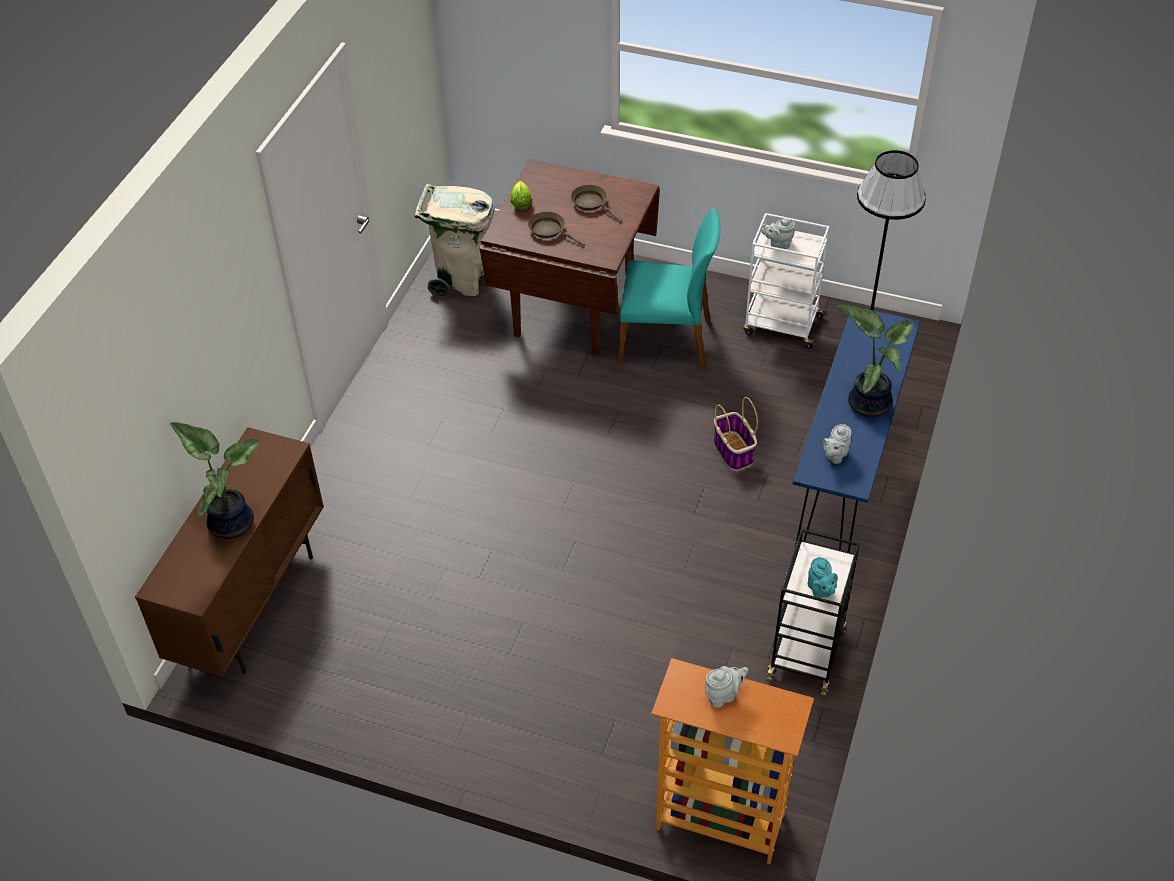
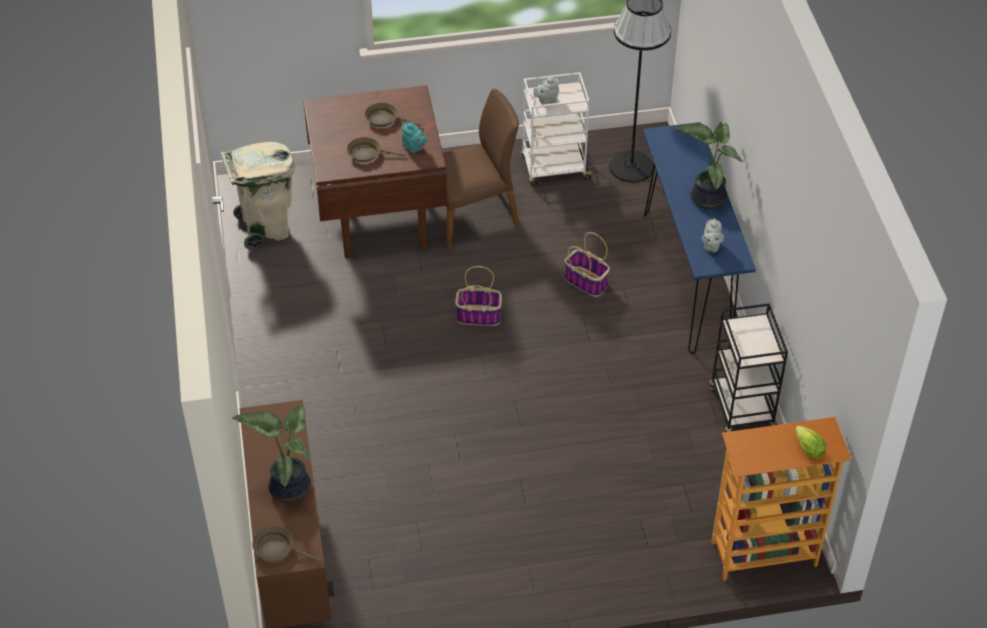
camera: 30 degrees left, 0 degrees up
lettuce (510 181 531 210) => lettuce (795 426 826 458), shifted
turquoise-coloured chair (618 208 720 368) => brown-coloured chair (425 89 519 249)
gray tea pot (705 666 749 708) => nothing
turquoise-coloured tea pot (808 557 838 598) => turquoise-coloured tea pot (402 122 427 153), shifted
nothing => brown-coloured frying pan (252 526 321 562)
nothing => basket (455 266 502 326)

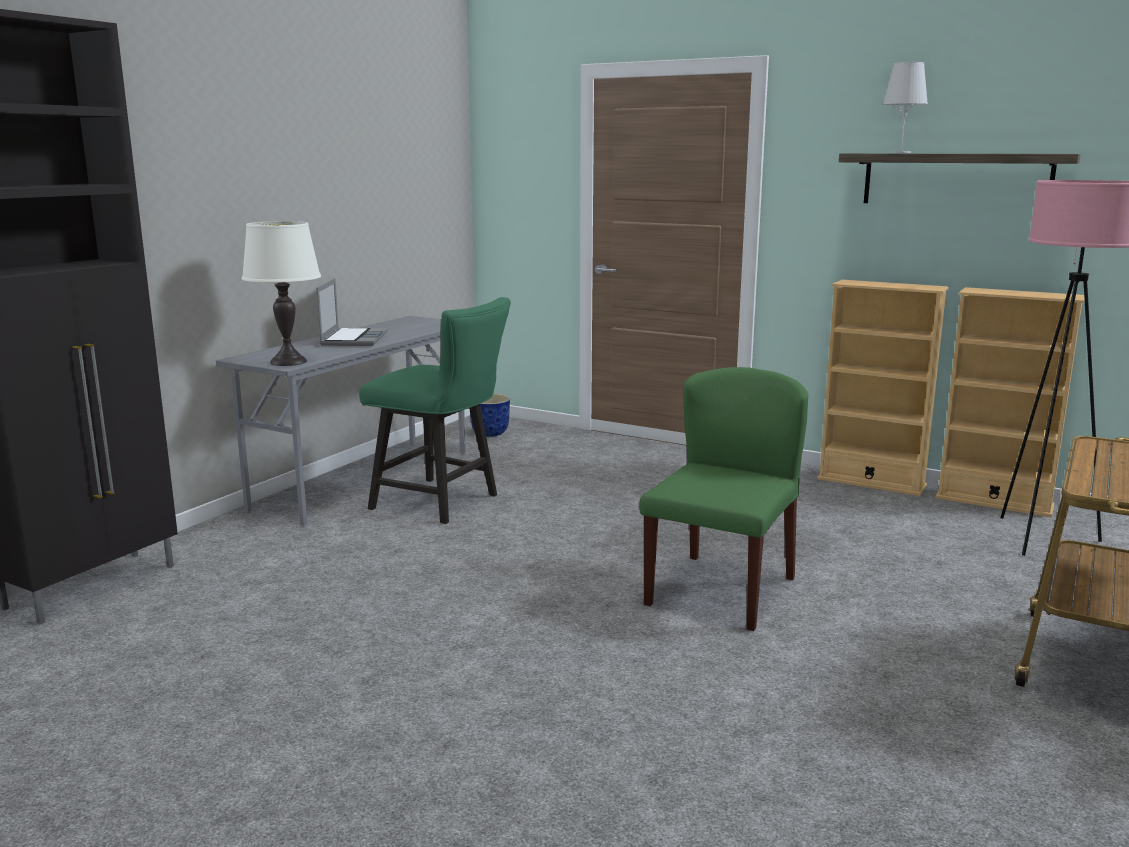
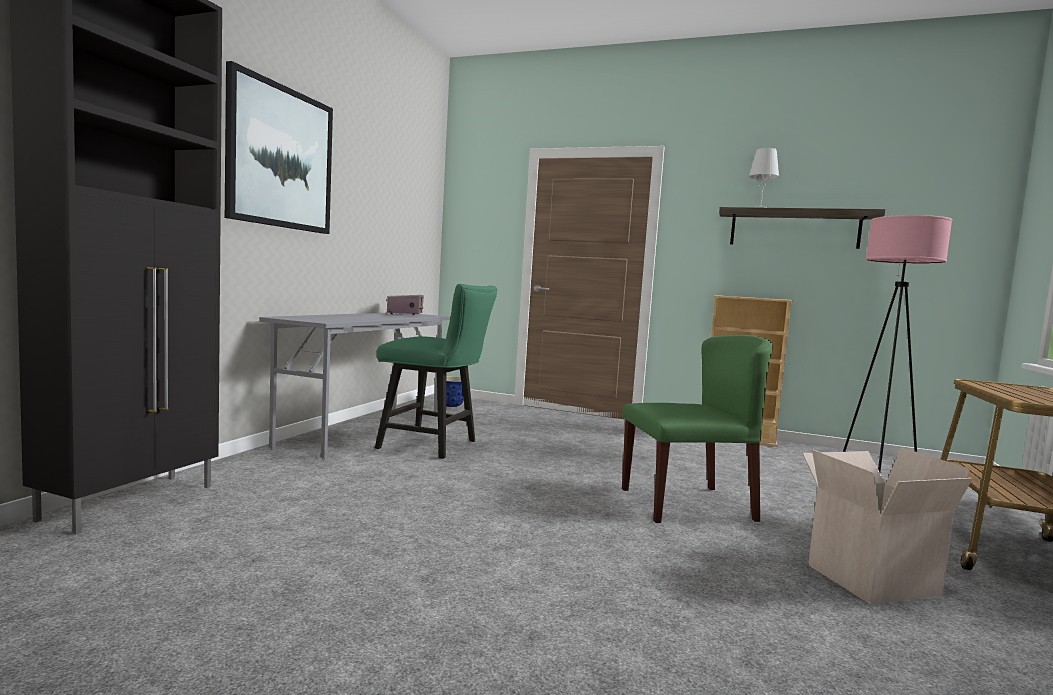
camera: 10 degrees left, 10 degrees down
white lamp for a table (242 221 321 366) => nothing
portable computer (316 278 388 346) => nothing
green-coloured chair (639 367 808 631) => green-coloured chair (622 335 773 523), 60 degrees clockwise
beige bookcase (936 287 1085 517) => nothing
nothing => wall art (225 61 333 234)
nothing => radio (387 295 424 315)
nothing => packing box (802 447 973 605)

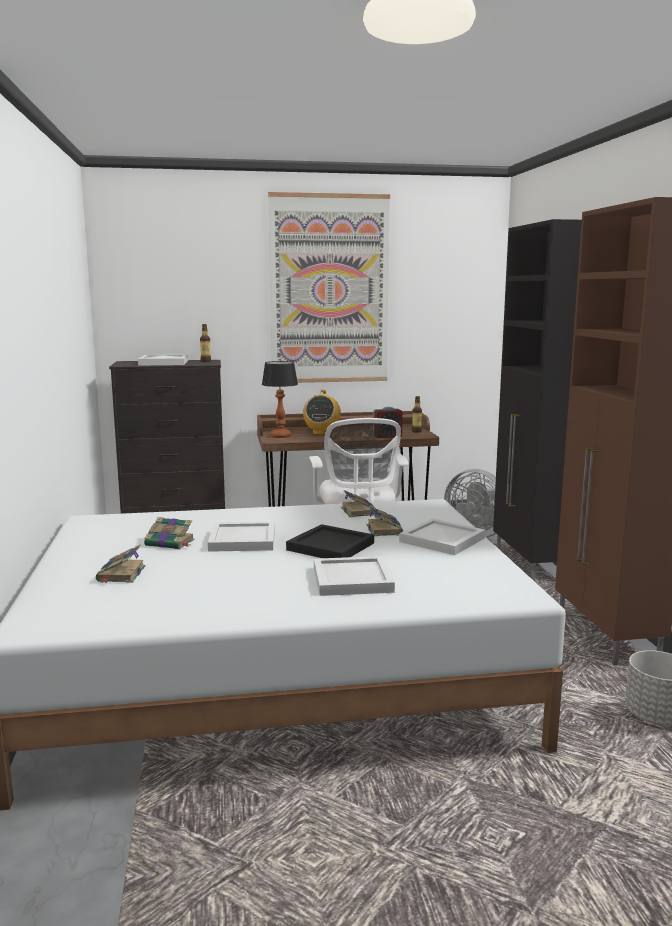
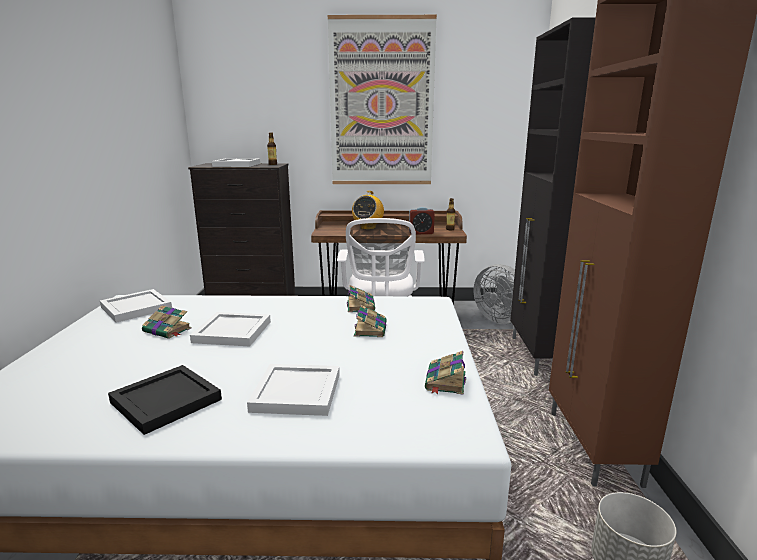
camera: 10 degrees right, 5 degrees up
bound book (96 544 146 583) => bound book (425 351 466 395), shifted
lamp for a table (262 361 298 438) => nothing
blackish tray (286 524 374 558) => blackish tray (108 365 222 435), shifted
white tray (399 518 485 555) => white tray (100 289 172 323), shifted

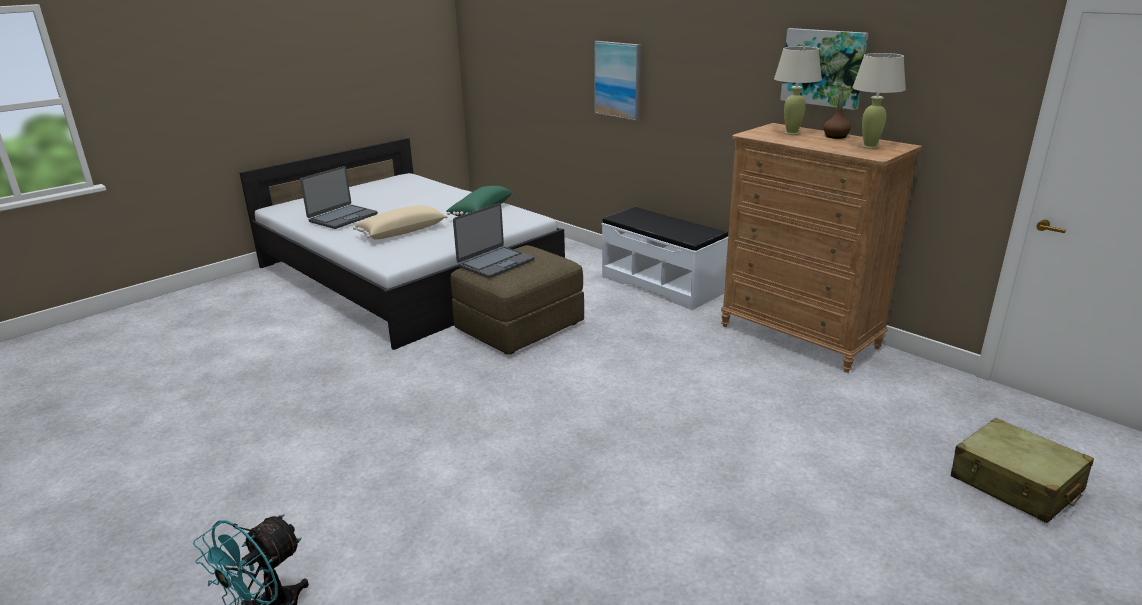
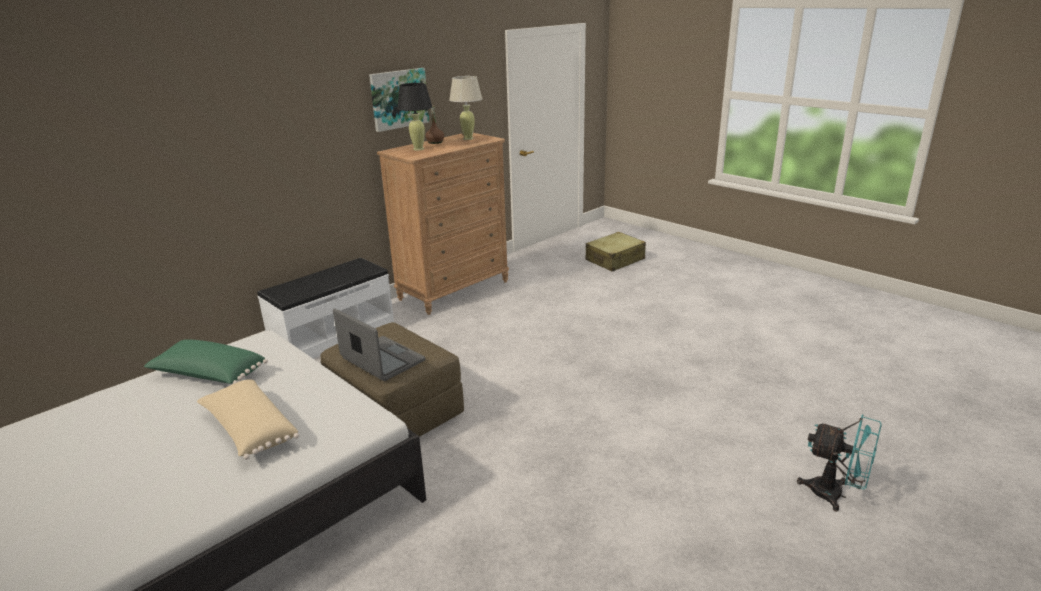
camera: 90 degrees left, 0 degrees up
portable computer (300 166 378 229) => nothing
wall art (594 41 641 121) => nothing
beige lamp for a table (774 46 822 135) => blackish lamp for a table (397 83 432 150)

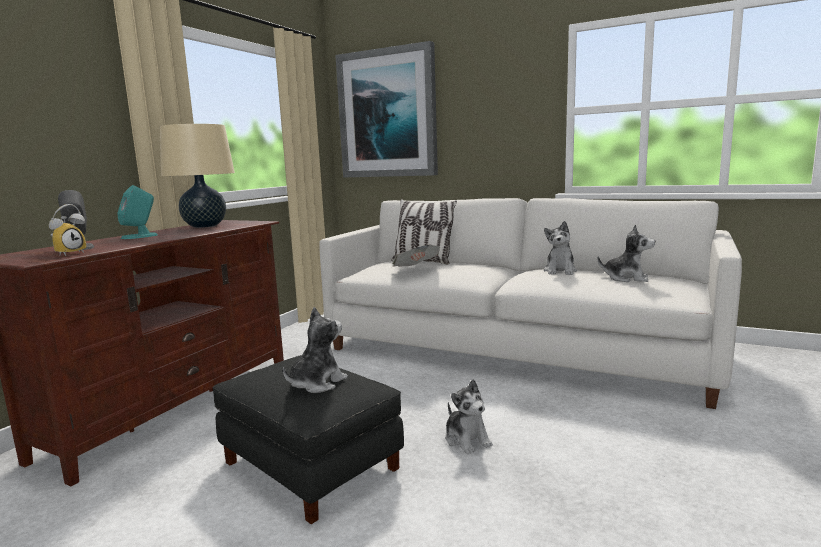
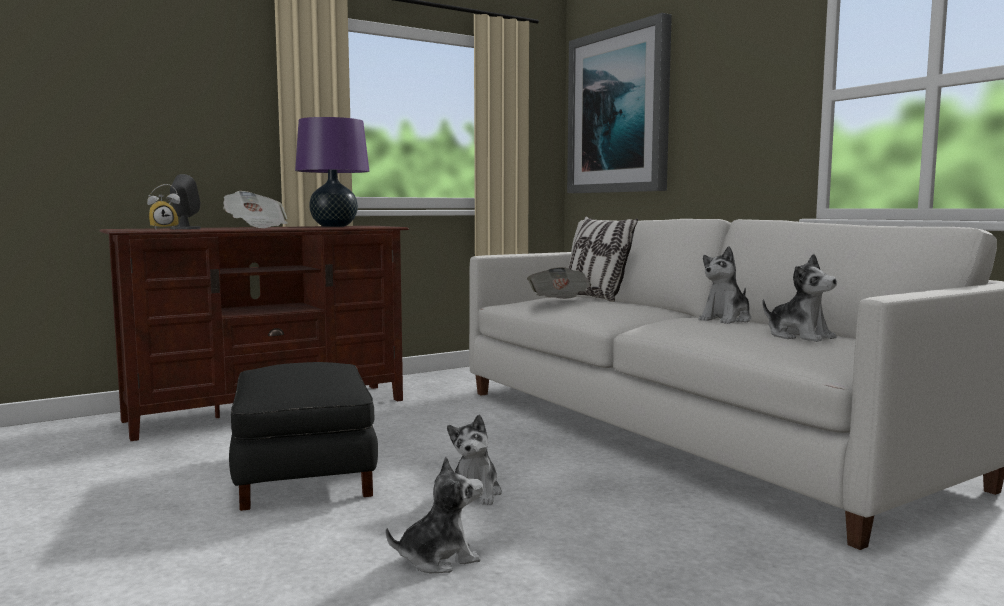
camera: 30 degrees right, 5 degrees down
turquoise-coloured speaker (117 185 158 239) => newspaper (223 191 288 228)
beige lamp for a table (160 124 235 228) => purple lamp for a table (295 117 370 227)
cuddly toy (283 307 348 393) => cuddly toy (386 457 483 573), shifted

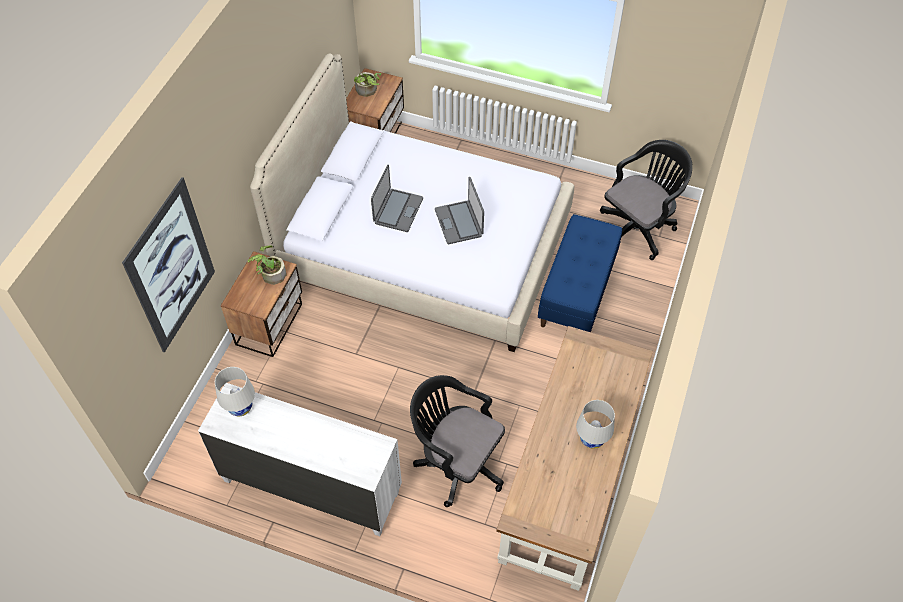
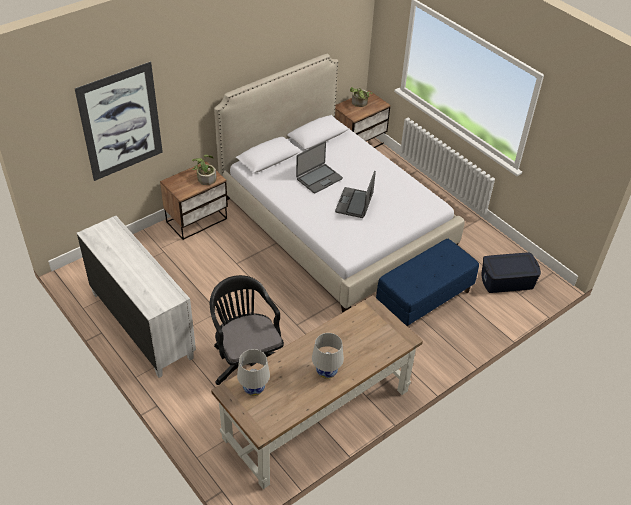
camera: 30 degrees right, 10 degrees down
white lamp for a table (215 367 255 416) => white lamp for a table (237 349 270 396), shifted
blackish desk chair (600 140 692 260) => bluish storage container (481 253 541 293)

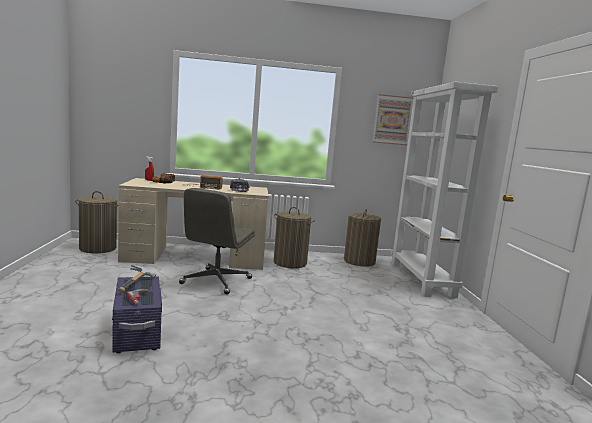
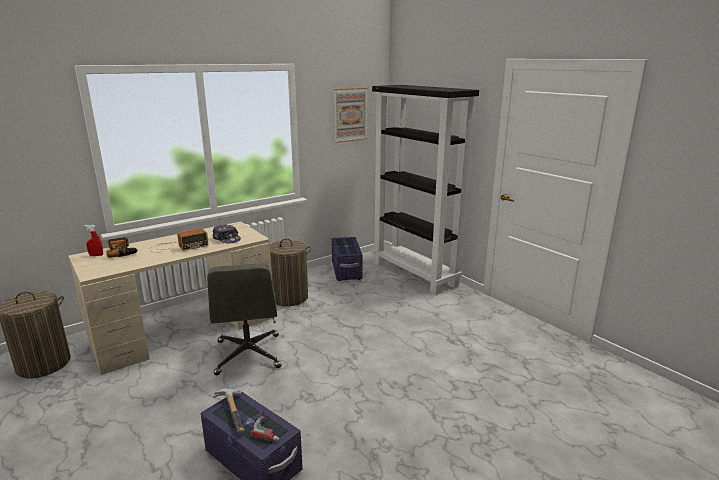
camera: 30 degrees left, 10 degrees up
washing basket (344 209 381 267) => purple storage container (331 237 363 281)
white bookcase (391 82 498 298) => blackish bookcase (372 85 479 295)

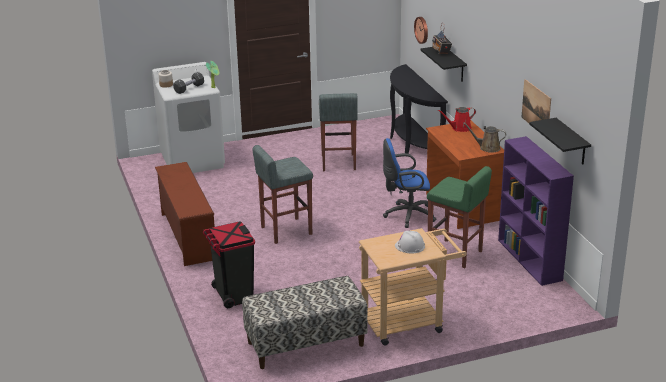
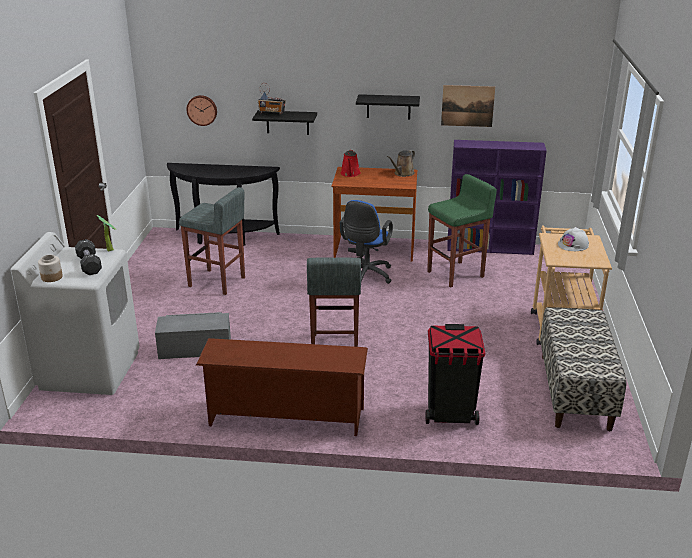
camera: 65 degrees left, 0 degrees up
blackish bracket shelf (529 118 591 164) => blackish bracket shelf (356 94 420 119), shifted
nothing => gray storage container (155 312 231 359)

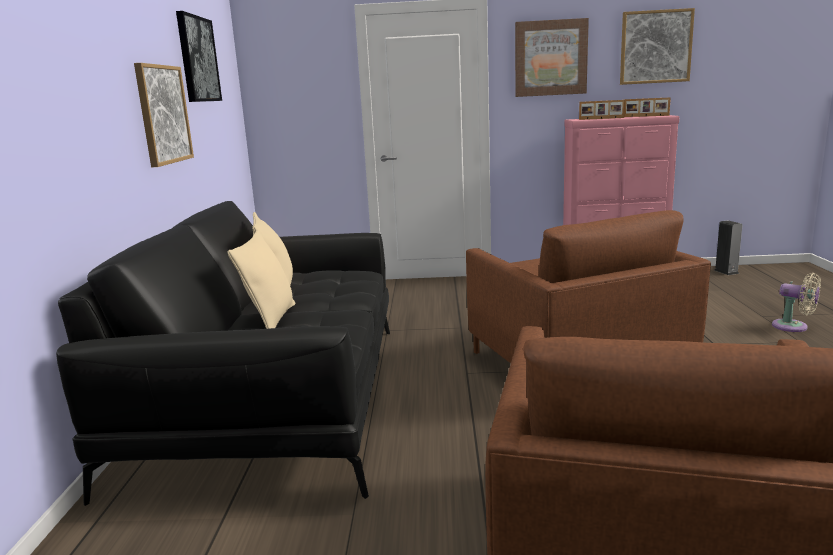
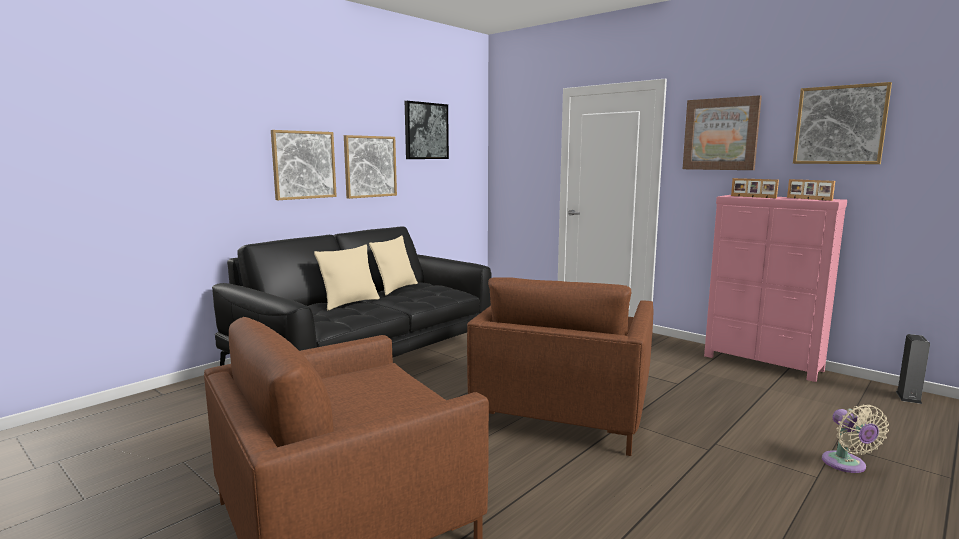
camera: 40 degrees right, 5 degrees down
nothing => wall art (271 130 337 200)

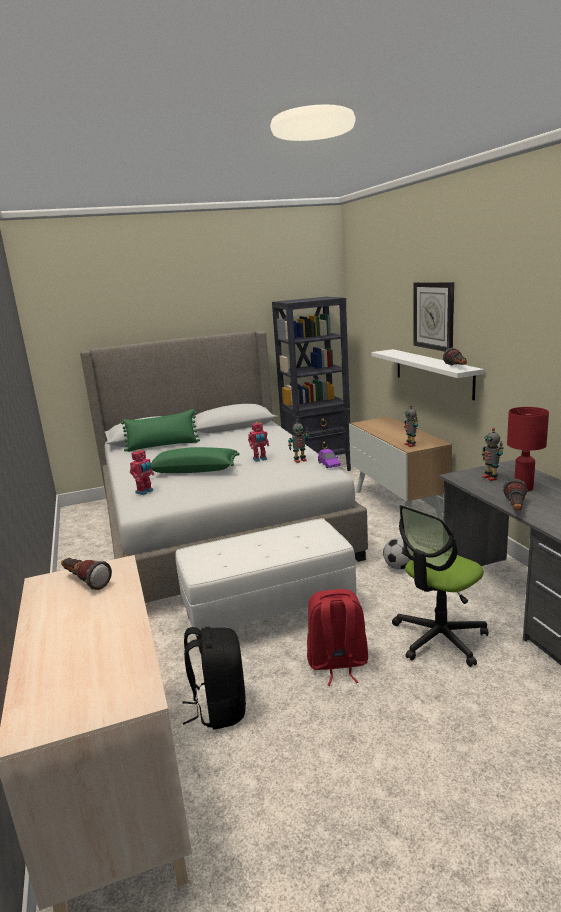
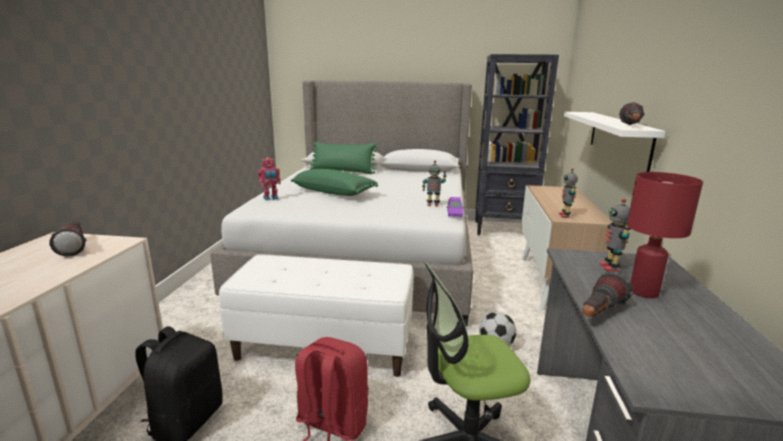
camera: 25 degrees right, 0 degrees up
robot figure (248 422 269 462) => nothing
wall clock (413 282 454 352) => nothing

